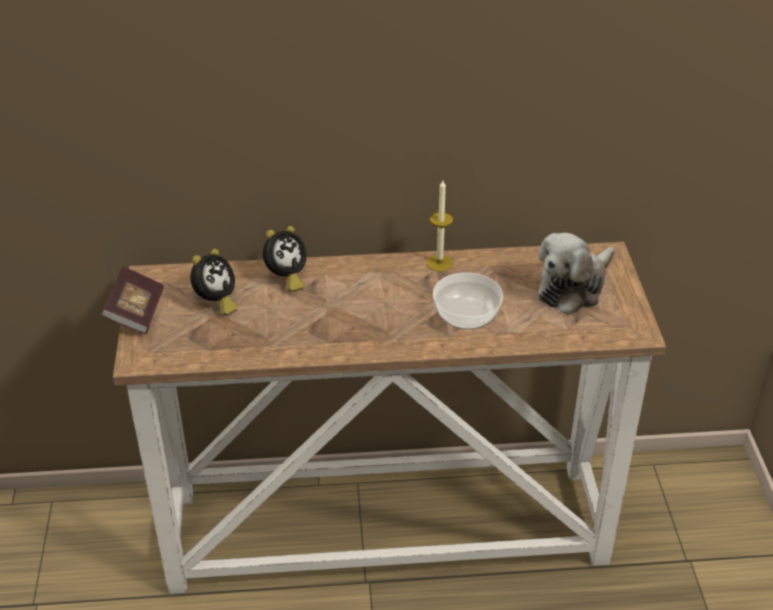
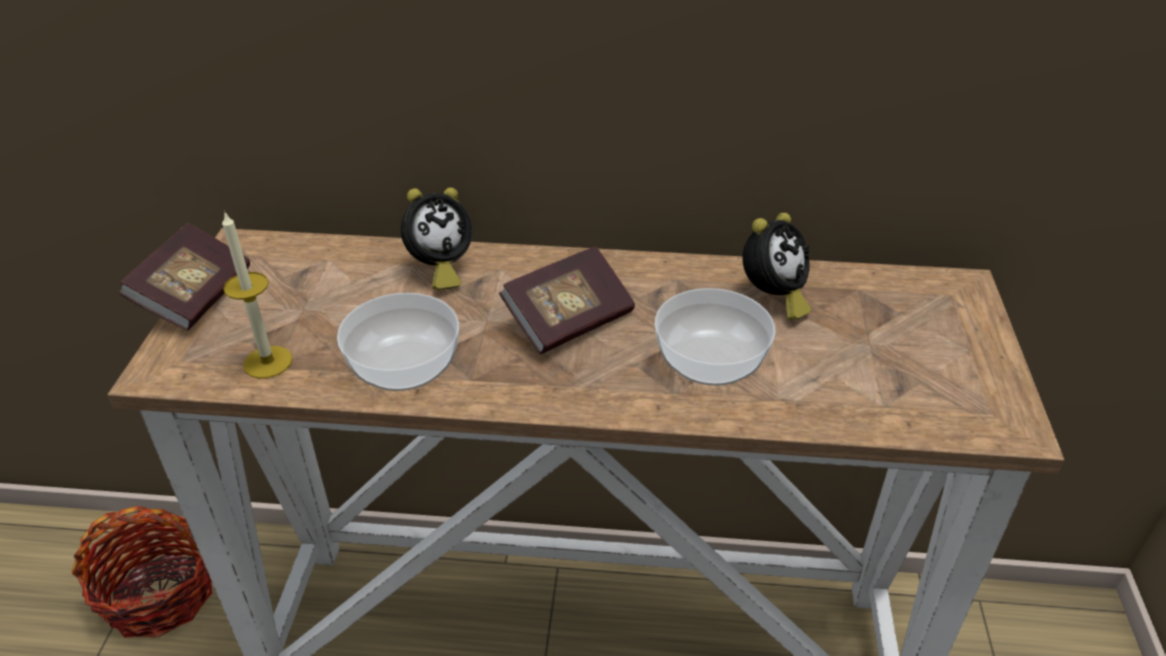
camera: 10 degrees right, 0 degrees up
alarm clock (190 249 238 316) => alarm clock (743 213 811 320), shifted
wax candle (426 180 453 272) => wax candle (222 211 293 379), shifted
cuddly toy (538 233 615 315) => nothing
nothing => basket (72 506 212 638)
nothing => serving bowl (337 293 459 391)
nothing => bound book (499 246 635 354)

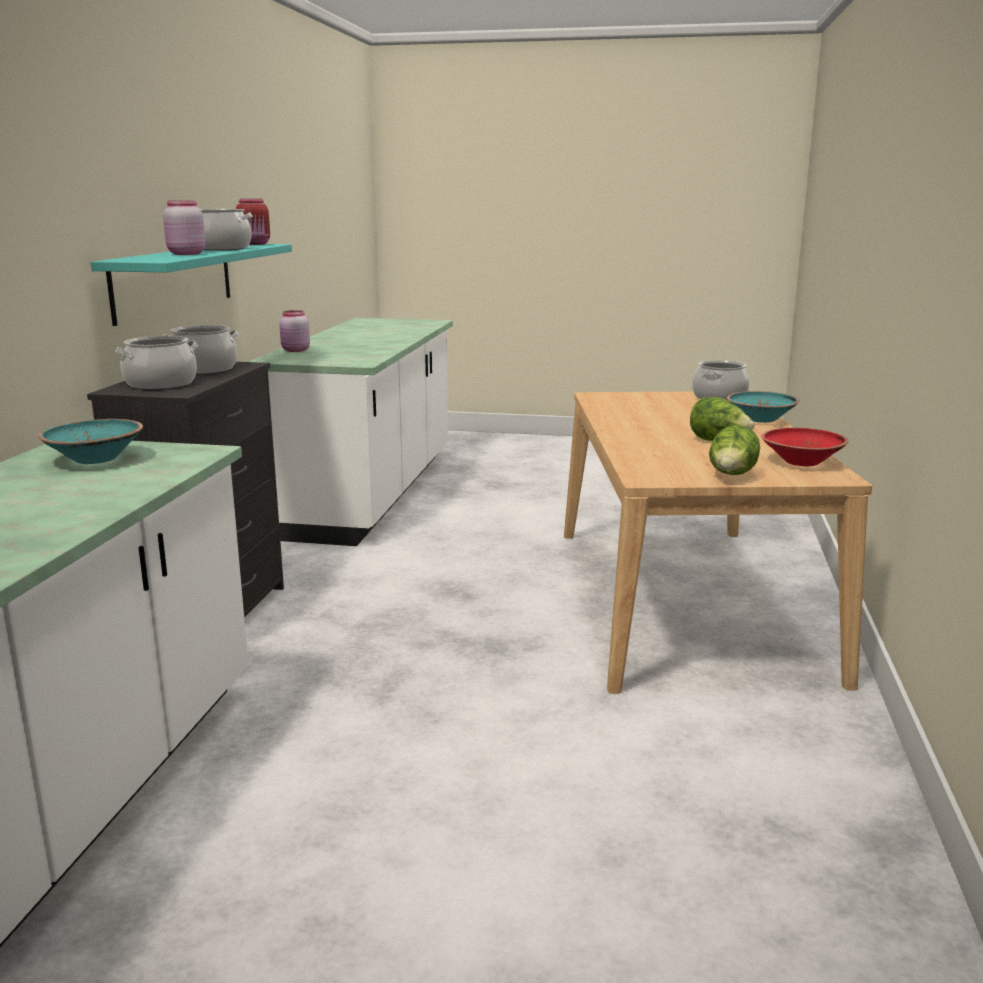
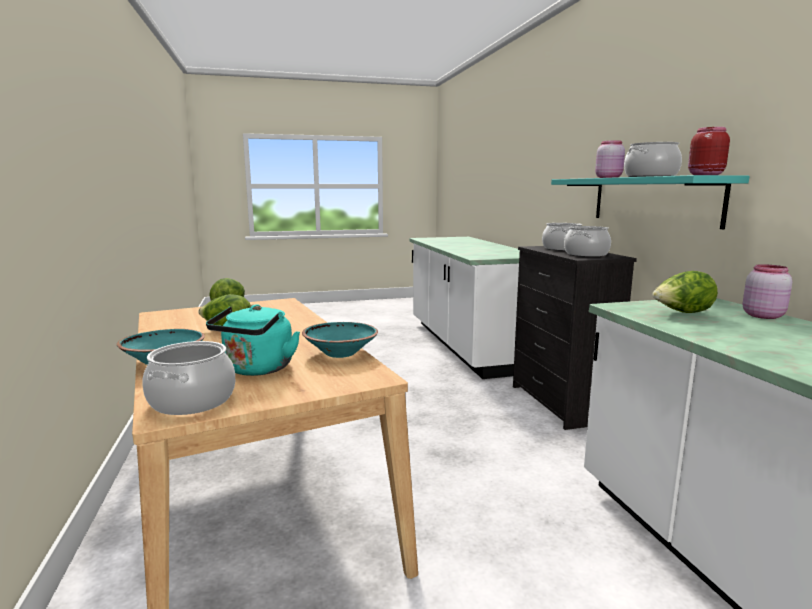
camera: 155 degrees right, 5 degrees down
turquoise-coloured serving bowl (38 419 143 464) => turquoise-coloured serving bowl (302 322 378 358), shifted
reddish serving bowl (761 427 849 466) => nothing
nothing => turquoise-coloured kettle (206 304 300 376)
nothing => lettuce (652 271 718 313)

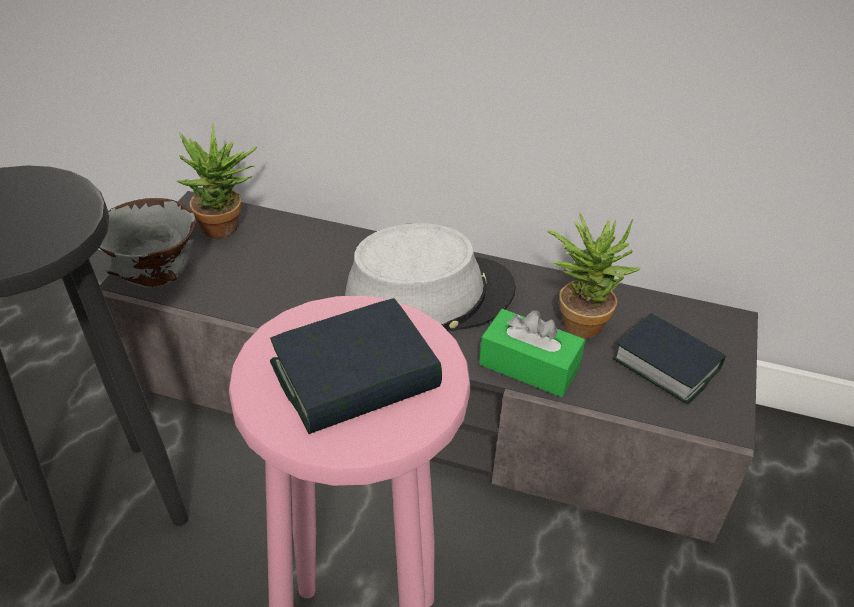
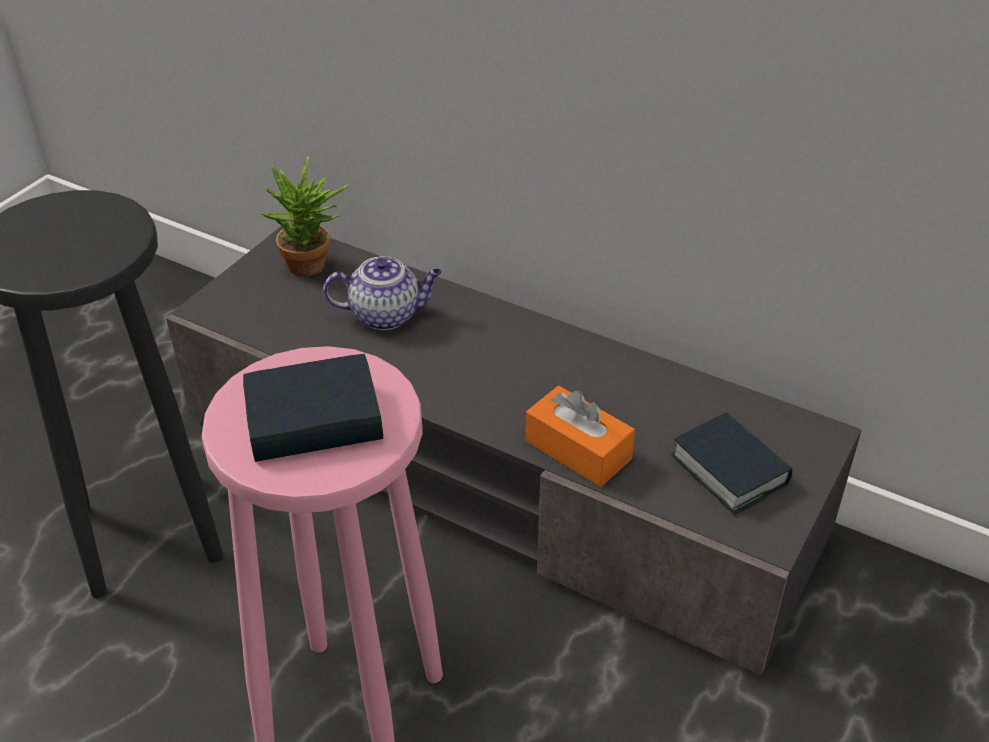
camera: 15 degrees right, 0 degrees up
gray serving bowl (99 198 195 288) => nothing
gray clothing hat (345 223 516 331) => nothing
green-coloured tissue box (479 309 585 397) => orangey tissue box (526 386 635 487)
potted plant (547 214 641 339) => nothing
nothing => tea pot (323 256 442 330)

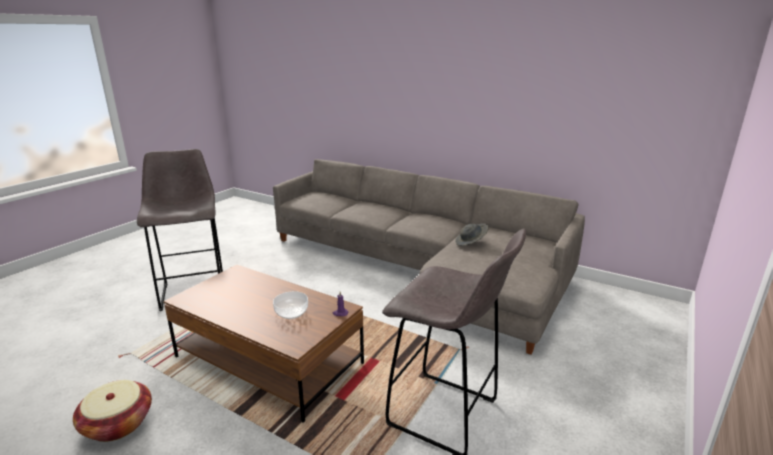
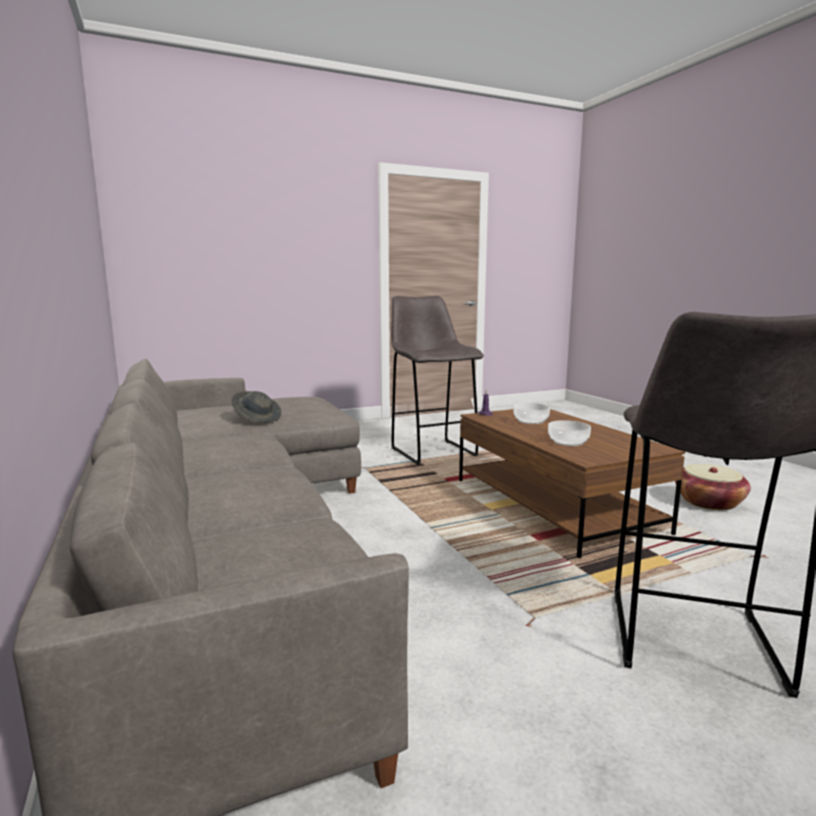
camera: 145 degrees left, 10 degrees down
nothing => serving bowl (548 420 591 446)

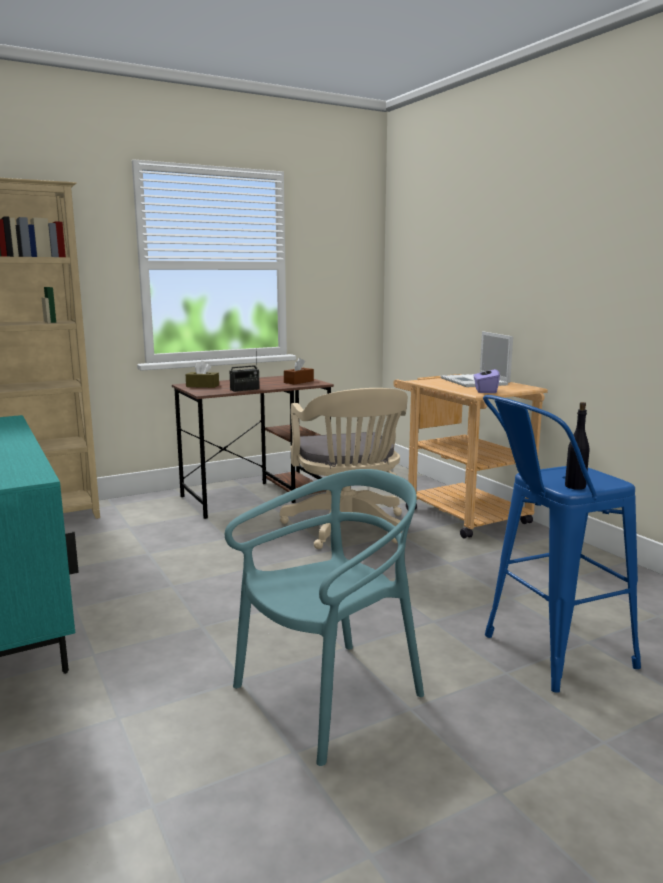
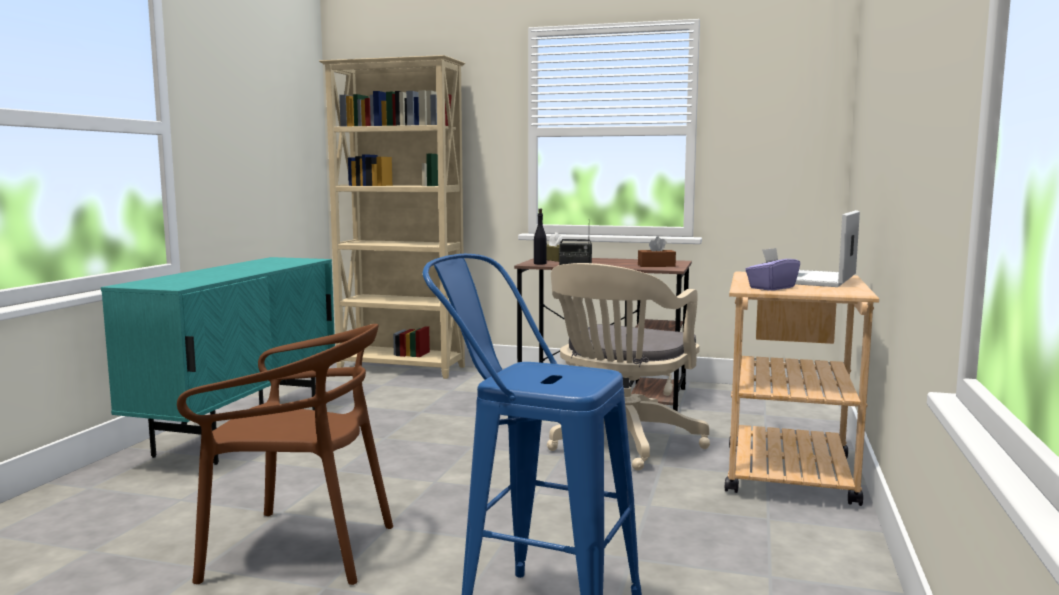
camera: 45 degrees right, 5 degrees down
turquoise-coloured chair (225 469 424 766) => brown-coloured chair (177 324 393 585)
blackish beverage bottle (565 402 589 490) => blackish beverage bottle (534 209 547 264), shifted

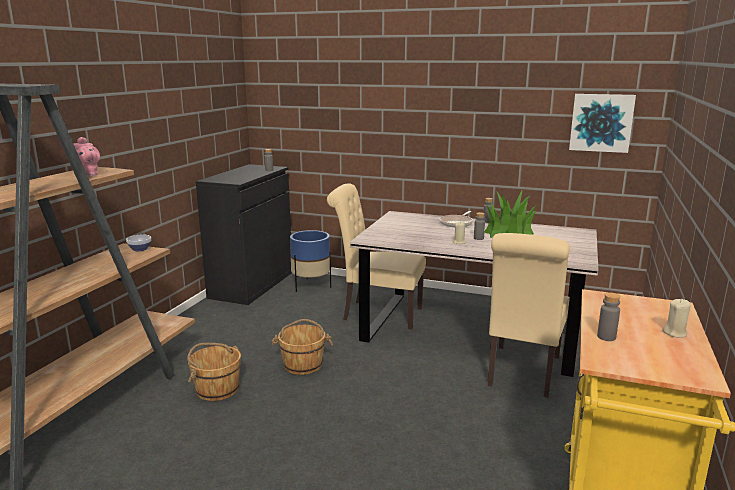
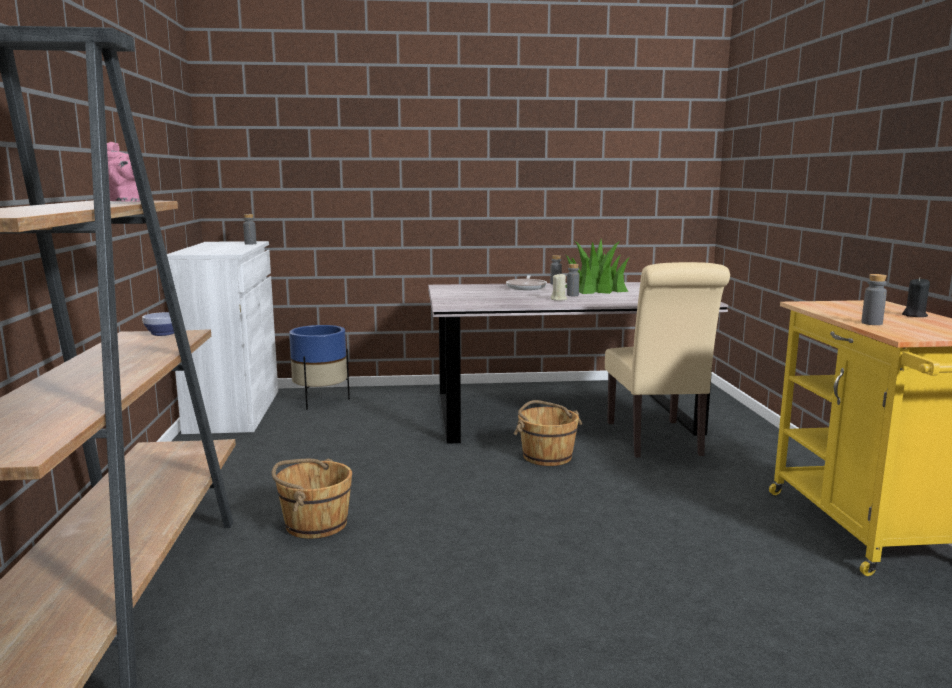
camera: 25 degrees left, 5 degrees down
blackish cupboard (196 164 292 305) => white cupboard (167 241 278 434)
brown-coloured bucket (272 319 333 375) => brown-coloured bucket (514 400 582 466), shifted
beige chair (327 183 426 330) => nothing
wall art (569 94 636 153) => nothing
beige wax candle (662 299 691 338) => blackish wax candle (902 278 930 317)

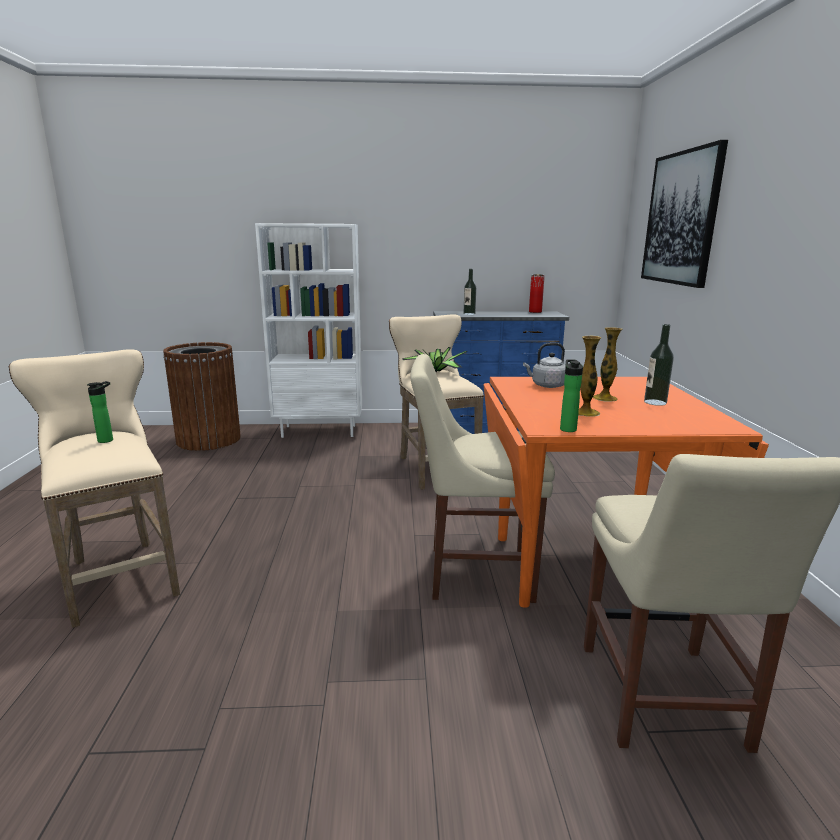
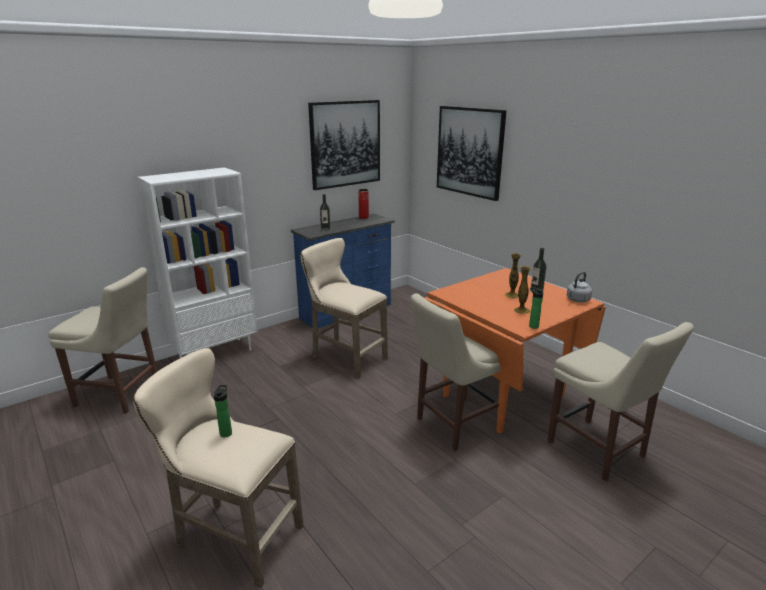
camera: 35 degrees left, 5 degrees up
brown-coloured trash can (163 342 241 451) => beige chair (48 267 157 414)
potted plant (402 347 467 372) => nothing
gray kettle (523 343 566 388) => gray kettle (567 272 592 302), shifted
nothing => wall art (308 100 380 190)

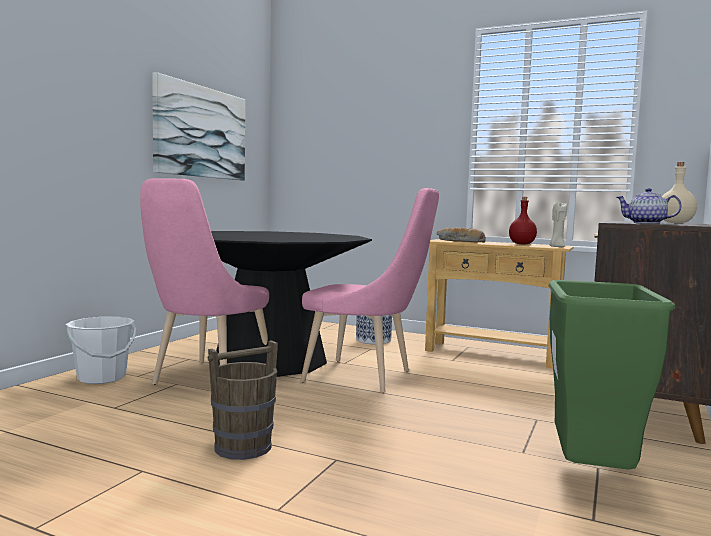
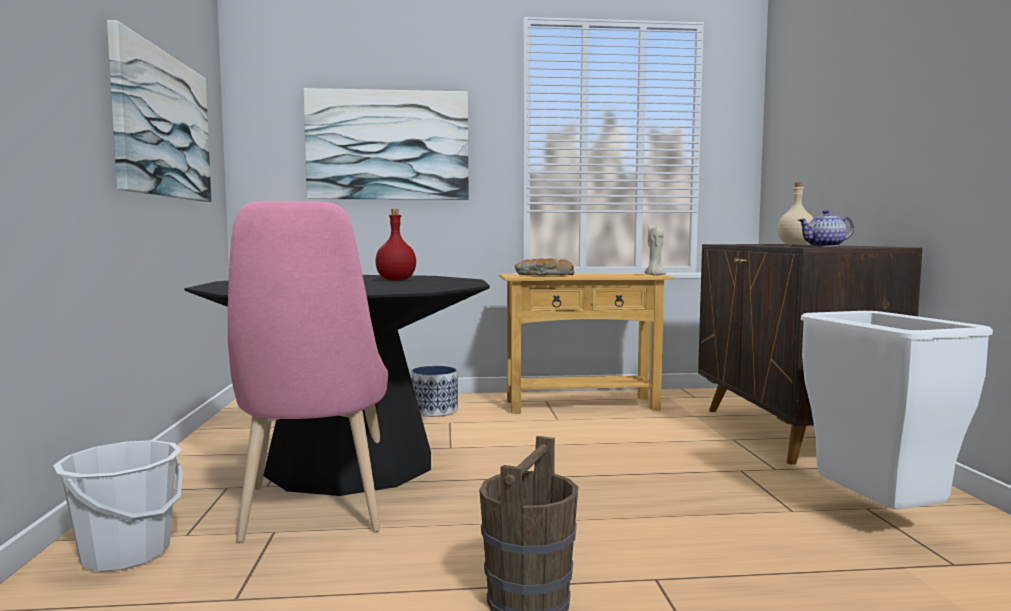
camera: 30 degrees left, 0 degrees up
pink-coloured chair (300 188 439 393) => nothing
reddish beverage bottle (509 197 537 244) => reddish beverage bottle (375 209 416 281), shifted
green-coloured trash can (549 280 675 470) => white trash can (801 311 993 509)
nothing => wall art (304 88 468 200)

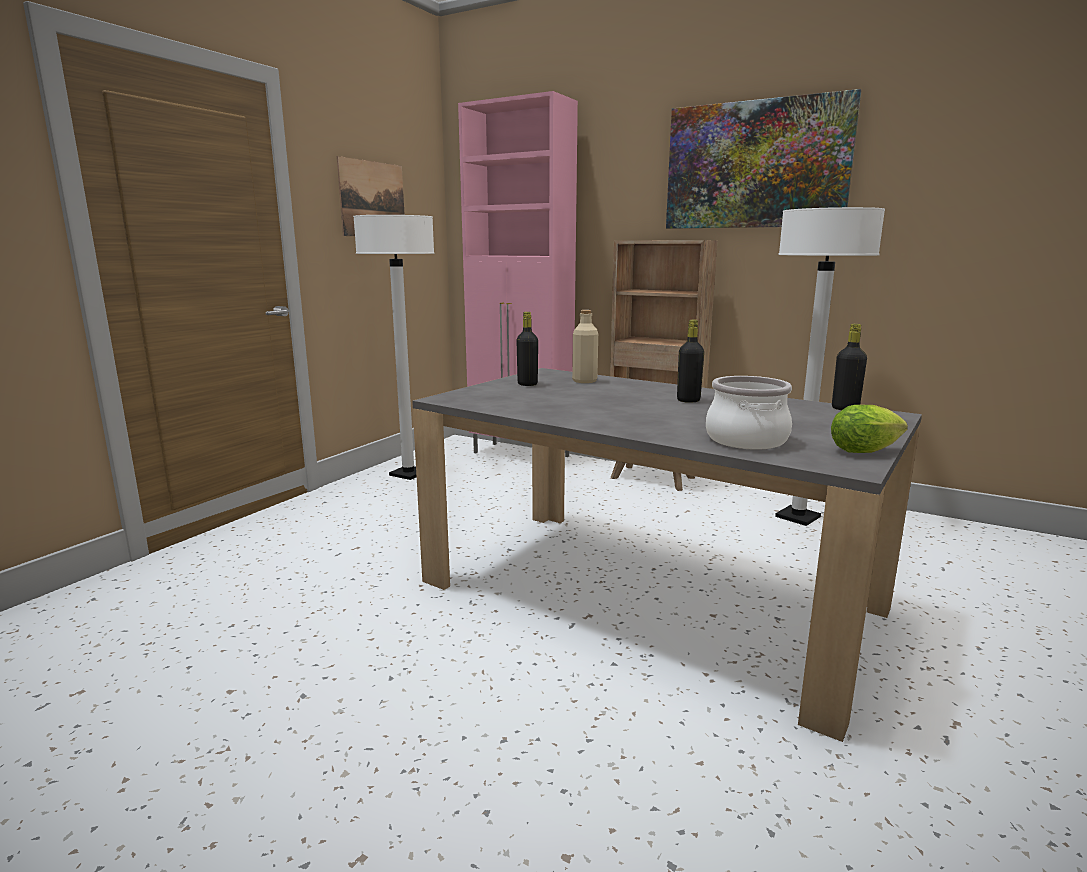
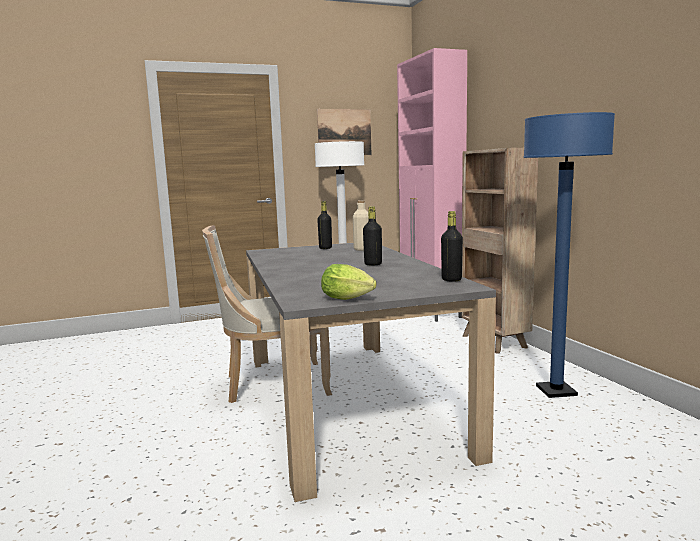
camera: 40 degrees right, 5 degrees down
wall art (666 89 861 229) => nothing
saucepot (706 376 792 450) => nothing
white floor lamp (775 207 885 526) => bluish floor lamp (523 112 615 398)
nothing => beige chair (202 225 332 403)

